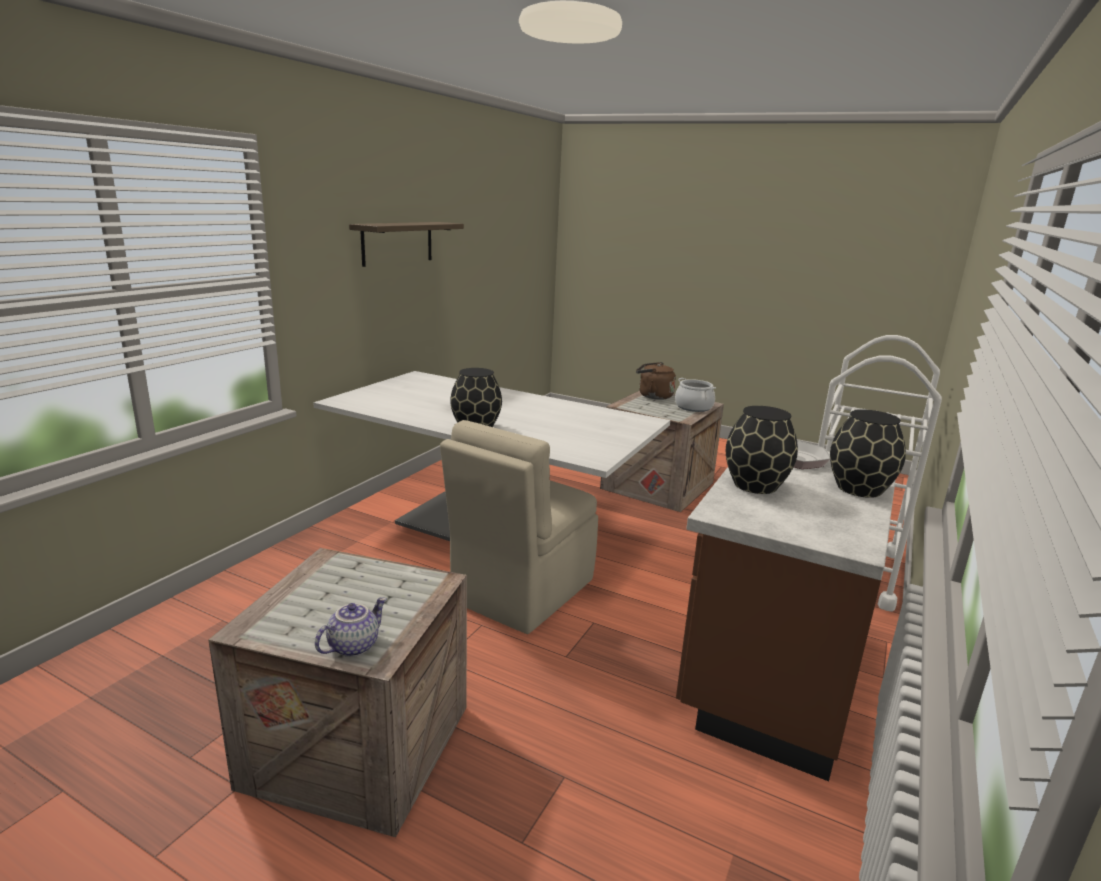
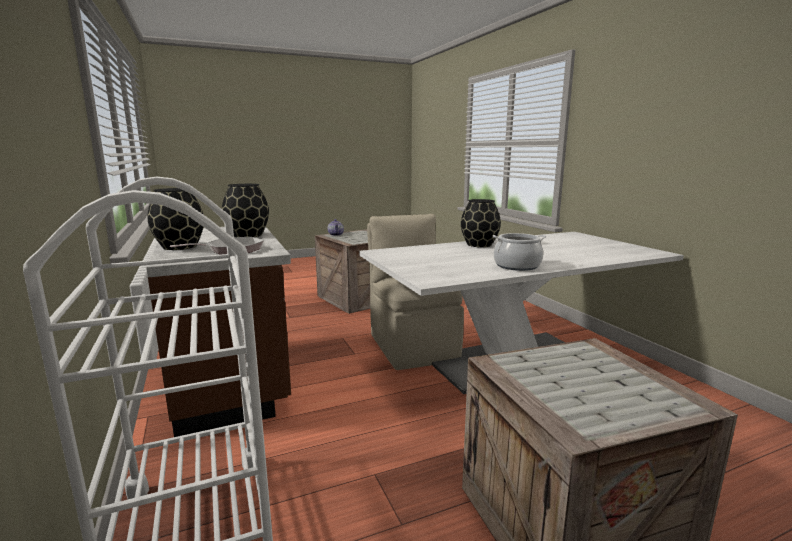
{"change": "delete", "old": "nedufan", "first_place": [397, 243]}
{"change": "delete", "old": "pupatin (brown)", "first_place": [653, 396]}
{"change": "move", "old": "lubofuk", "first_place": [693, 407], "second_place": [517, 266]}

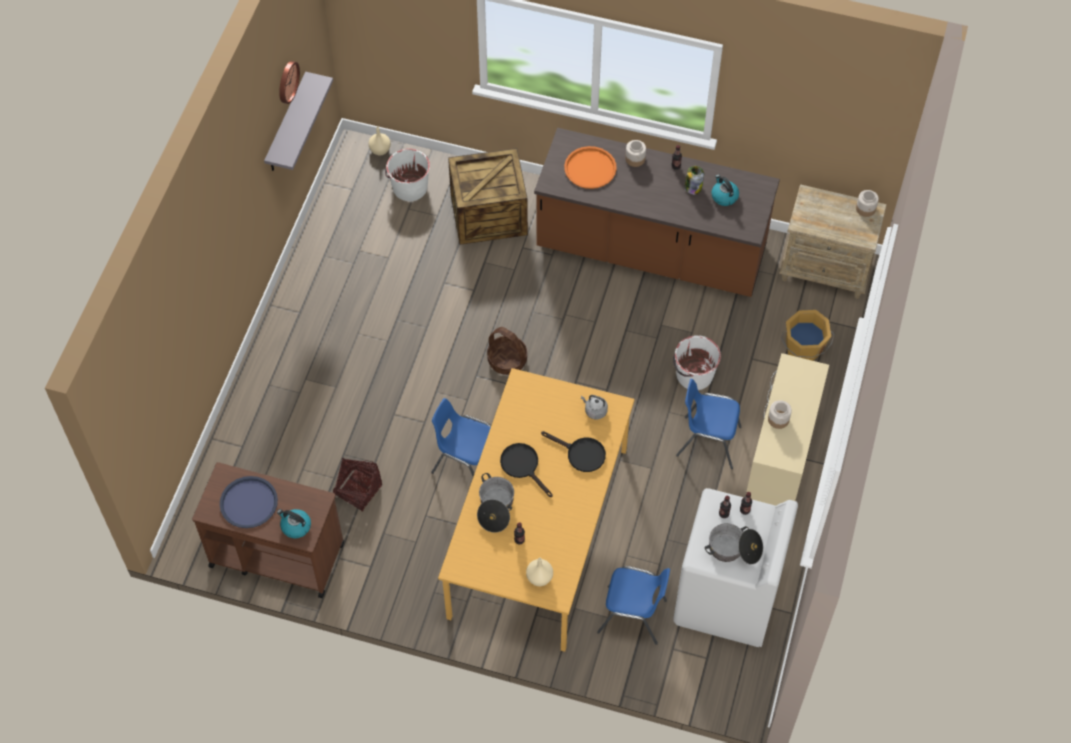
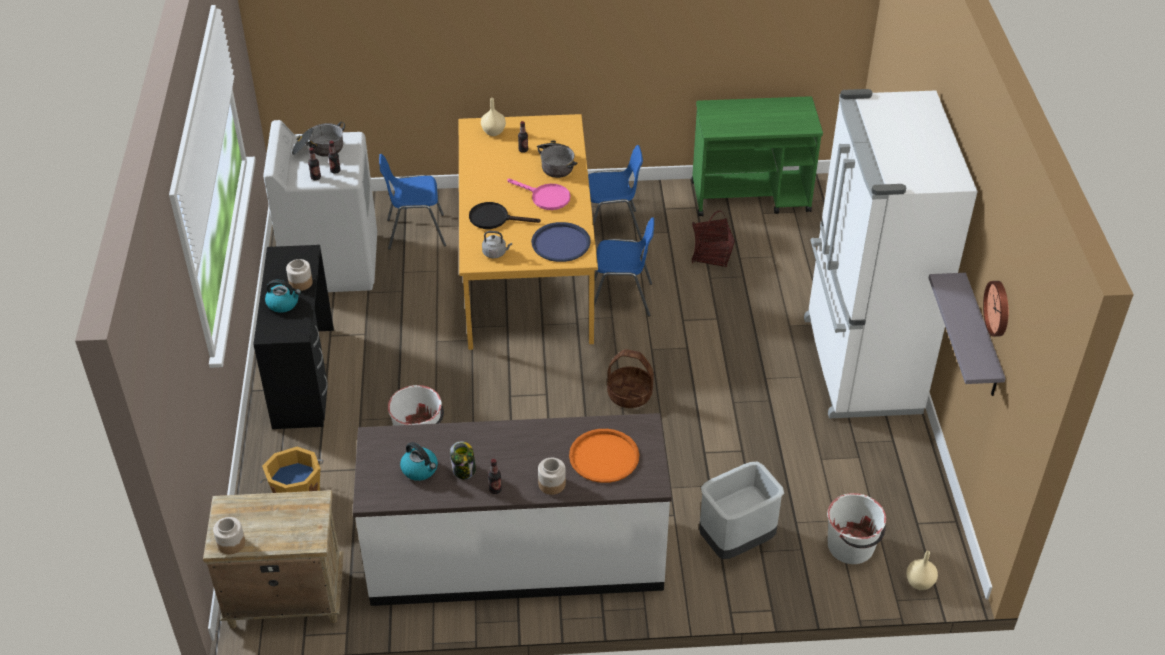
{"change": "recolor", "old": "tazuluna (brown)", "new": "tazuluna (green)", "first_place": [276, 554], "second_place": [751, 197]}
{"change": "move", "old": "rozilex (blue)", "first_place": [248, 502], "second_place": [561, 243]}
{"change": "move", "old": "pupatin", "first_place": [295, 526], "second_place": [283, 303]}
{"change": "replace", "old": "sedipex", "new": "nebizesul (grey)", "first_place": [489, 213], "second_place": [736, 543]}
{"change": "recolor", "old": "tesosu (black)", "new": "tesosu (pink)", "first_place": [523, 466], "second_place": [545, 197]}
{"change": "recolor", "old": "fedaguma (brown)", "new": "fedaguma (white)", "first_place": [650, 251], "second_place": [516, 556]}
{"change": "move", "old": "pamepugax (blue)", "first_place": [707, 441], "second_place": [612, 227]}
{"change": "recolor", "old": "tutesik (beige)", "new": "tutesik (black)", "first_place": [779, 465], "second_place": [303, 377]}
{"change": "insert", "new": "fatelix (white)", "second_place": [859, 365]}

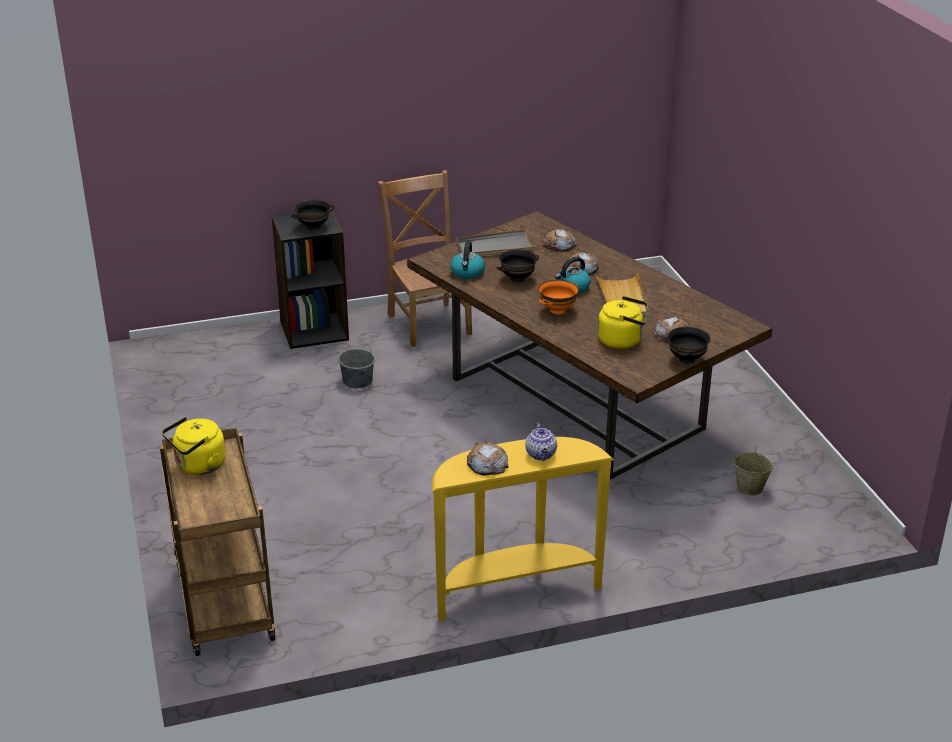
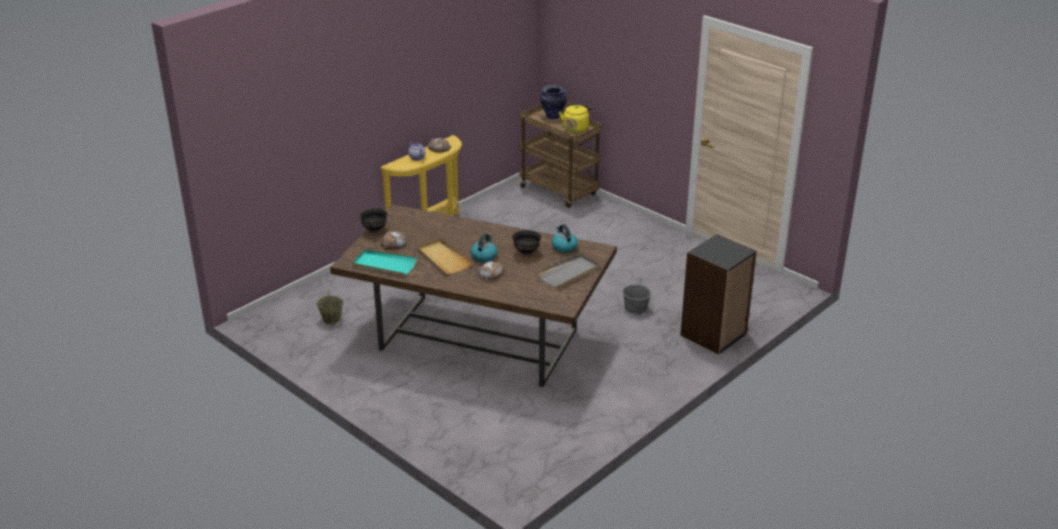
{"change": "delete", "old": "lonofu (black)", "first_place": [313, 227]}
{"change": "delete", "old": "pamepugax (brown)", "first_place": [428, 322]}
{"change": "delete", "old": "lonofu (orange)", "first_place": [558, 311]}
{"change": "delete", "old": "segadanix", "first_place": [559, 245]}
{"change": "delete", "old": "pupatin (yellow)", "first_place": [622, 340]}
{"change": "insert", "new": "rozilex (turquoise)", "second_place": [384, 264]}
{"change": "insert", "new": "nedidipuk", "second_place": [553, 117]}

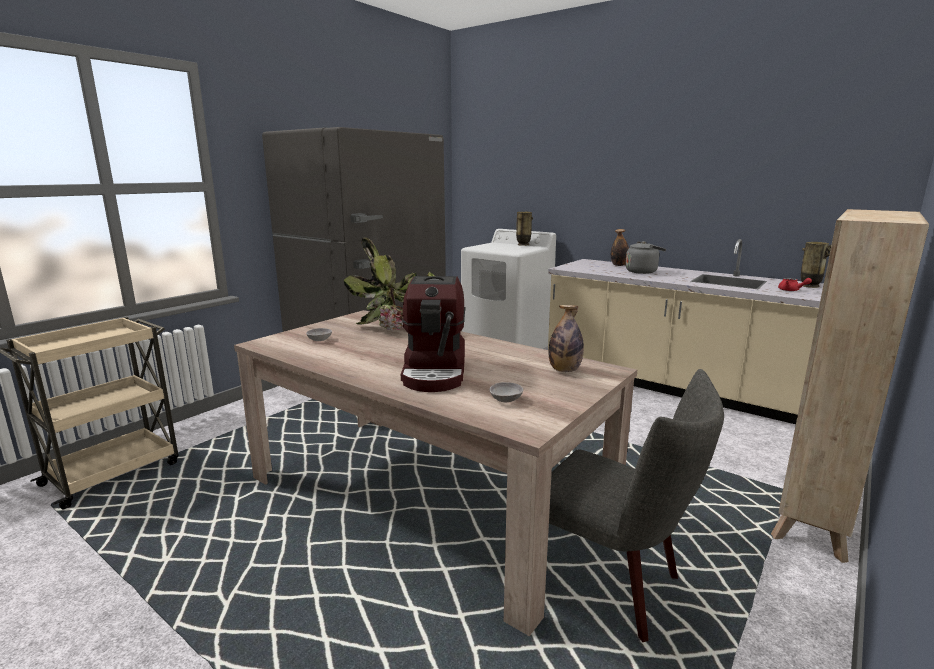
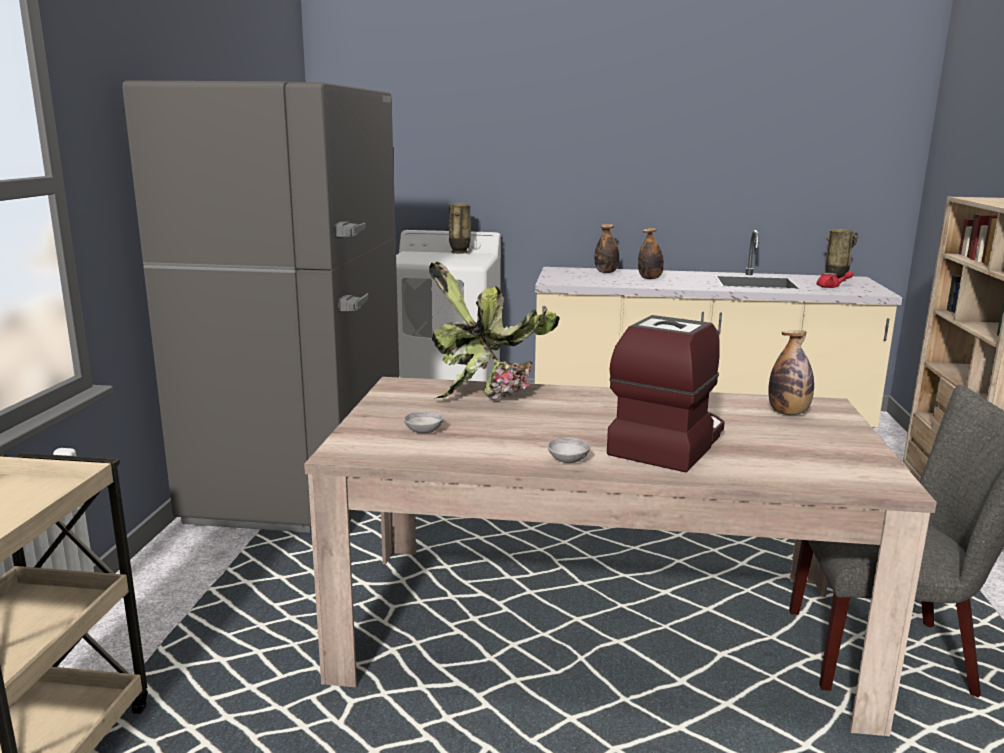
{"change": "rotate", "old": "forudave", "first_place": [436, 371], "second_place": [666, 443], "degrees": -120}
{"change": "move", "old": "lonofu (grey)", "first_place": [506, 400], "second_place": [568, 460]}
{"change": "replace", "old": "pupatin (grey)", "new": "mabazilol", "first_place": [643, 271], "second_place": [650, 278]}

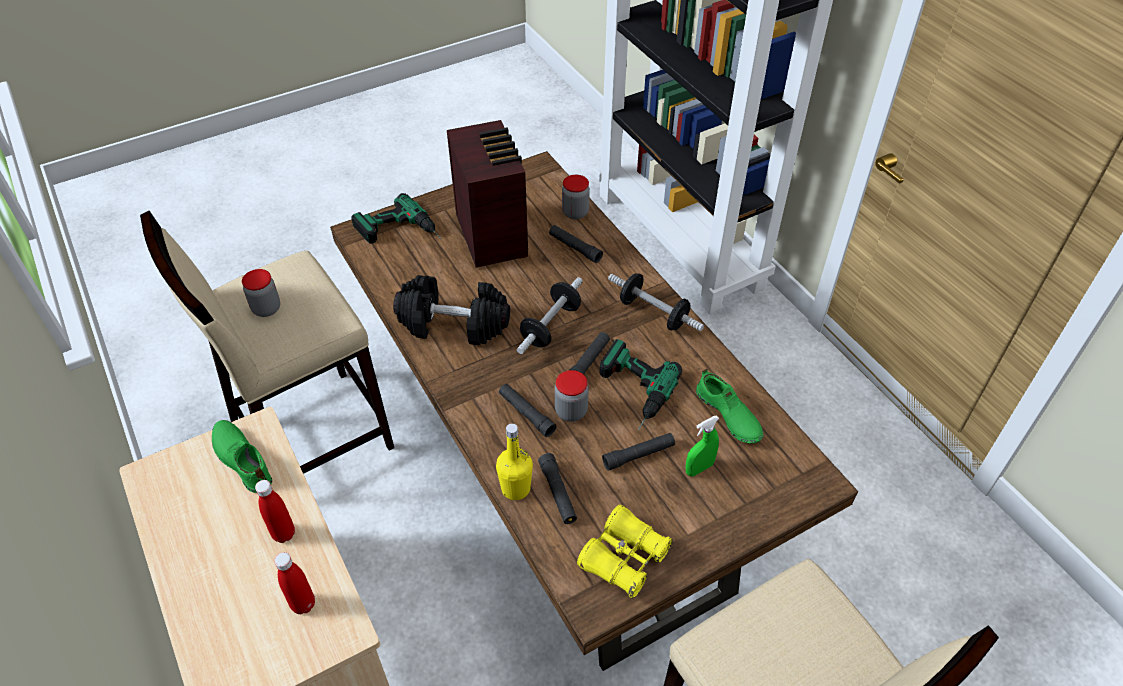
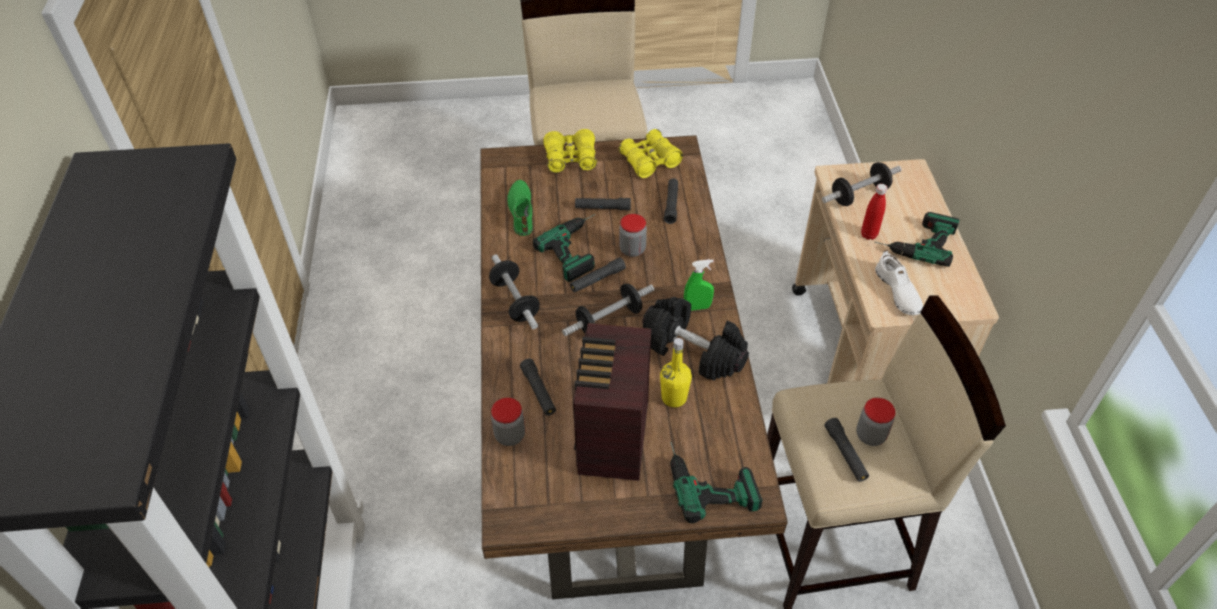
{"change": "recolor", "old": "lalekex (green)", "new": "lalekex (white)", "first_place": [243, 459], "second_place": [897, 292]}
{"change": "replace", "old": "mabazilol (red)", "new": "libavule", "first_place": [303, 604], "second_place": [859, 195]}
{"change": "move", "old": "mabazilol (yellow)", "first_place": [515, 488], "second_place": [674, 397]}
{"change": "move", "old": "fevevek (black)", "first_place": [526, 414], "second_place": [845, 454]}
{"change": "move", "old": "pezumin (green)", "first_place": [699, 468], "second_place": [697, 307]}
{"change": "insert", "new": "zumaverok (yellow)", "second_place": [570, 159]}
{"change": "insert", "new": "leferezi", "second_place": [915, 241]}

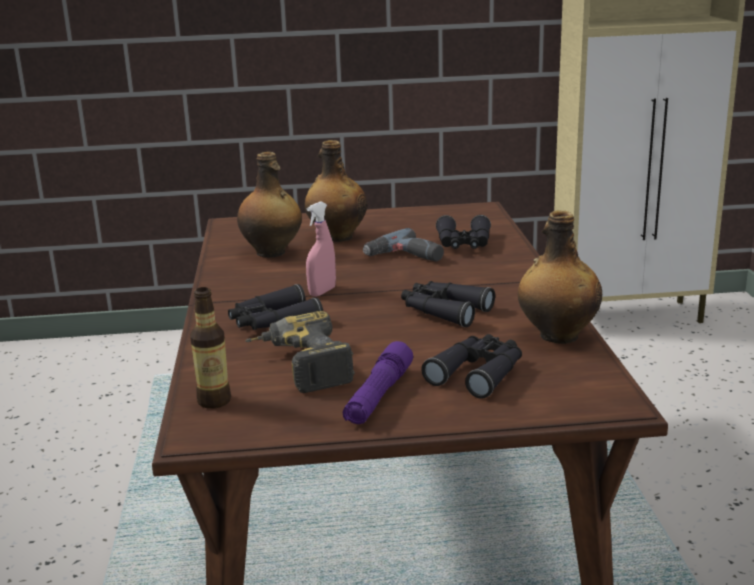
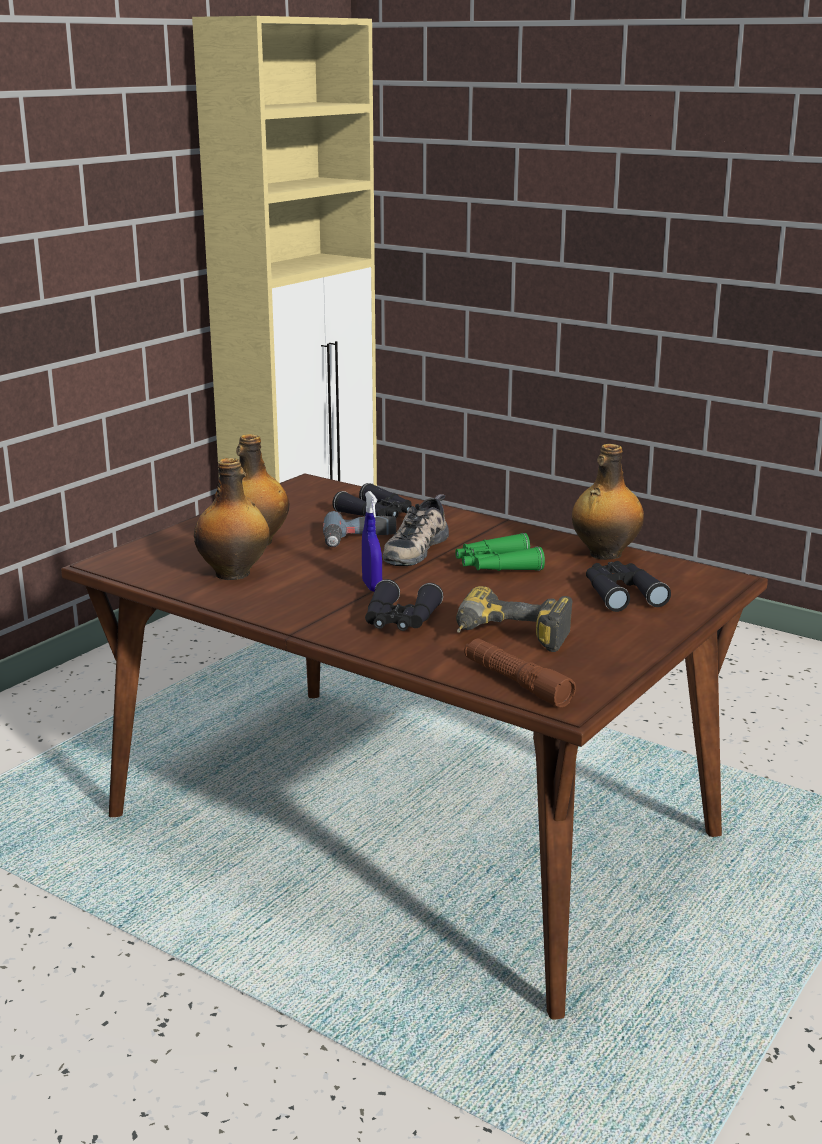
{"change": "replace", "old": "mabazilol", "new": "fevevek (brown)", "first_place": [214, 401], "second_place": [516, 683]}
{"change": "recolor", "old": "pezumin (pink)", "new": "pezumin (blue)", "first_place": [322, 292], "second_place": [372, 586]}
{"change": "delete", "old": "fevevek (purple)", "first_place": [378, 396]}
{"change": "recolor", "old": "zumaverok (black)", "new": "zumaverok (green)", "first_place": [444, 311], "second_place": [496, 566]}
{"change": "insert", "new": "lalekex", "second_place": [414, 548]}

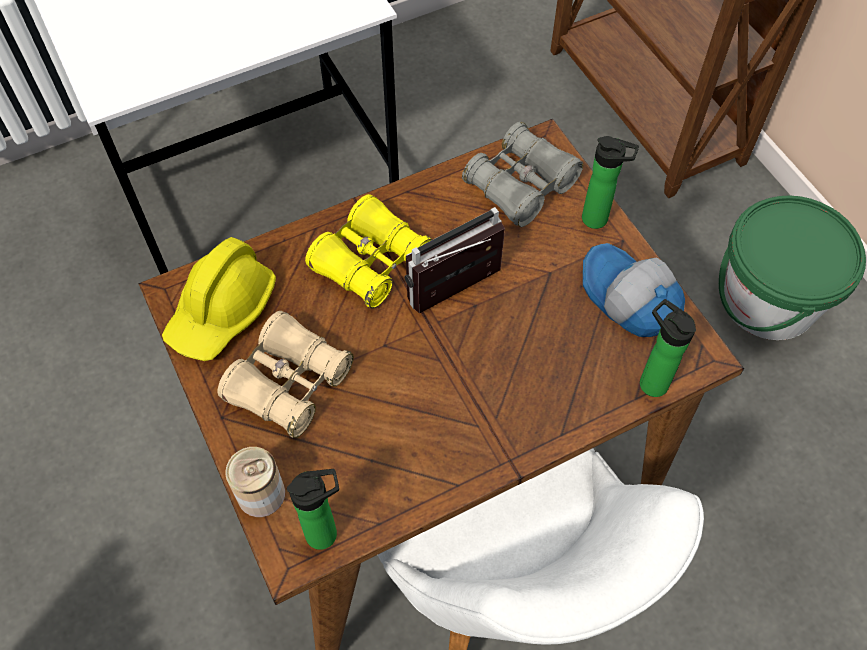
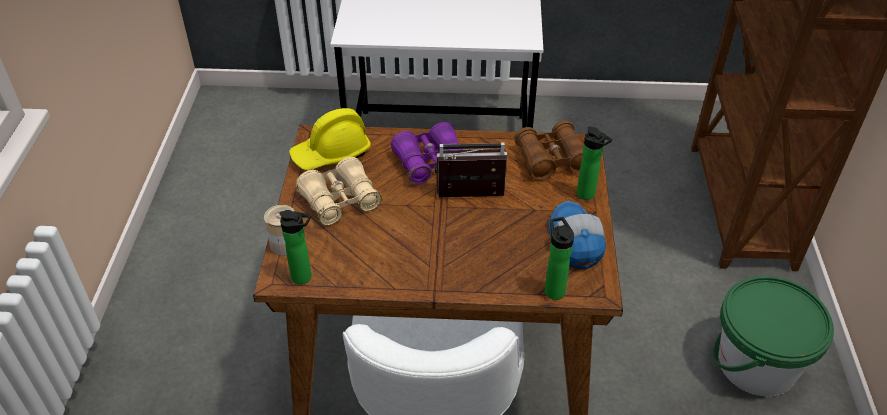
{"change": "recolor", "old": "zumaverok (yellow)", "new": "zumaverok (purple)", "first_place": [370, 262], "second_place": [431, 163]}
{"change": "recolor", "old": "zumaverok (grey)", "new": "zumaverok (brown)", "first_place": [521, 185], "second_place": [552, 160]}

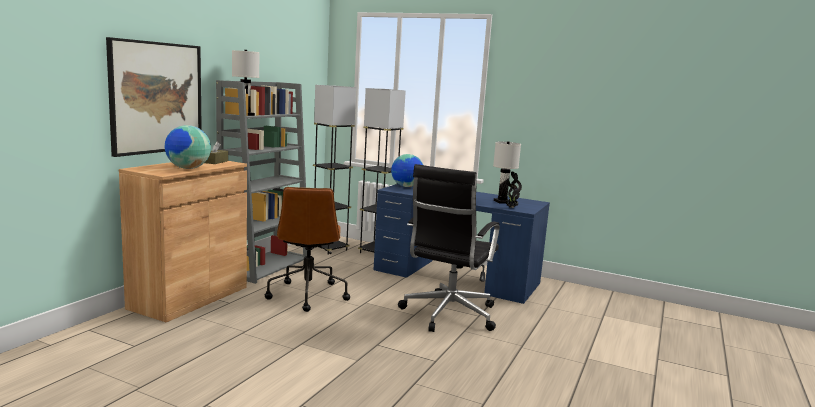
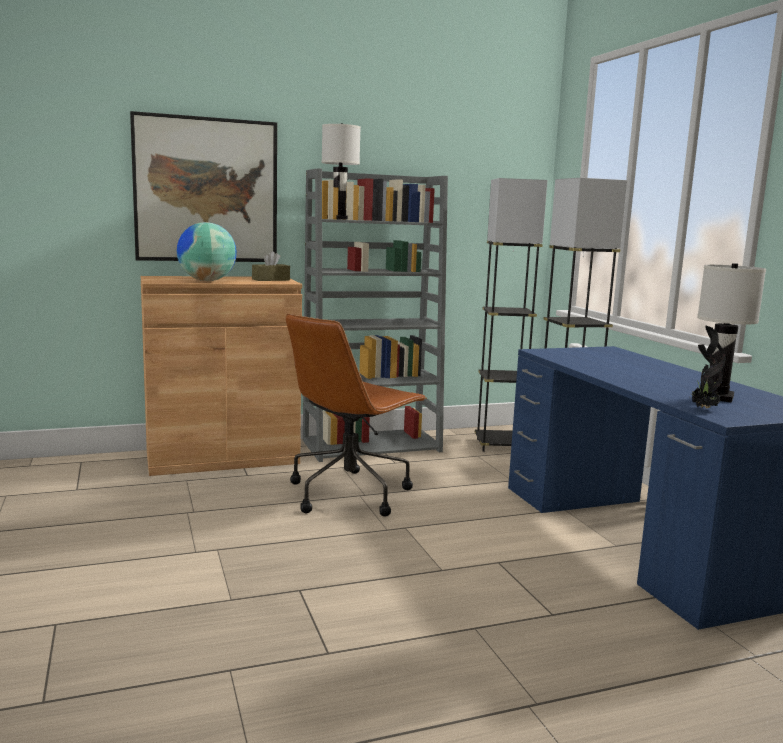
{"change": "delete", "old": "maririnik", "first_place": [406, 186]}
{"change": "delete", "old": "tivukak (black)", "first_place": [448, 315]}

